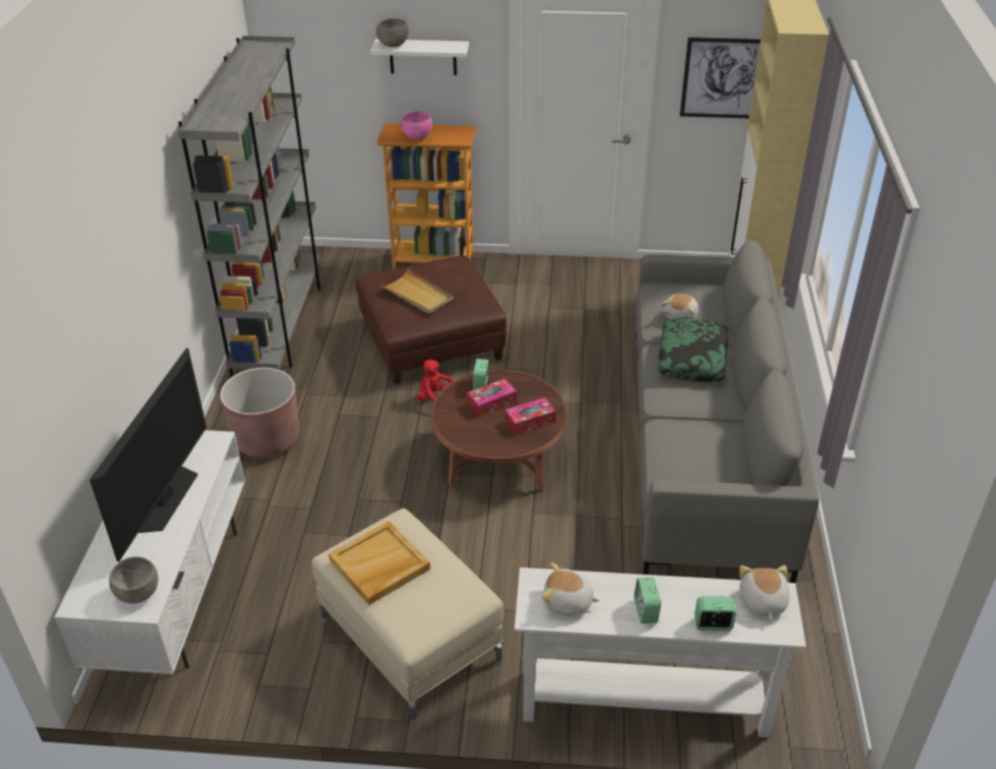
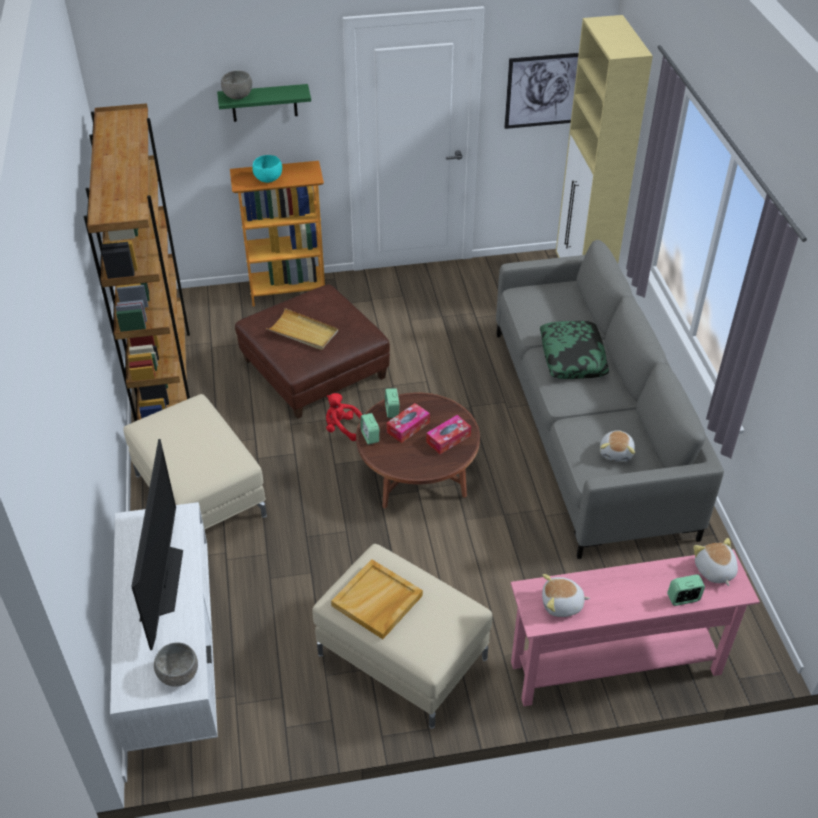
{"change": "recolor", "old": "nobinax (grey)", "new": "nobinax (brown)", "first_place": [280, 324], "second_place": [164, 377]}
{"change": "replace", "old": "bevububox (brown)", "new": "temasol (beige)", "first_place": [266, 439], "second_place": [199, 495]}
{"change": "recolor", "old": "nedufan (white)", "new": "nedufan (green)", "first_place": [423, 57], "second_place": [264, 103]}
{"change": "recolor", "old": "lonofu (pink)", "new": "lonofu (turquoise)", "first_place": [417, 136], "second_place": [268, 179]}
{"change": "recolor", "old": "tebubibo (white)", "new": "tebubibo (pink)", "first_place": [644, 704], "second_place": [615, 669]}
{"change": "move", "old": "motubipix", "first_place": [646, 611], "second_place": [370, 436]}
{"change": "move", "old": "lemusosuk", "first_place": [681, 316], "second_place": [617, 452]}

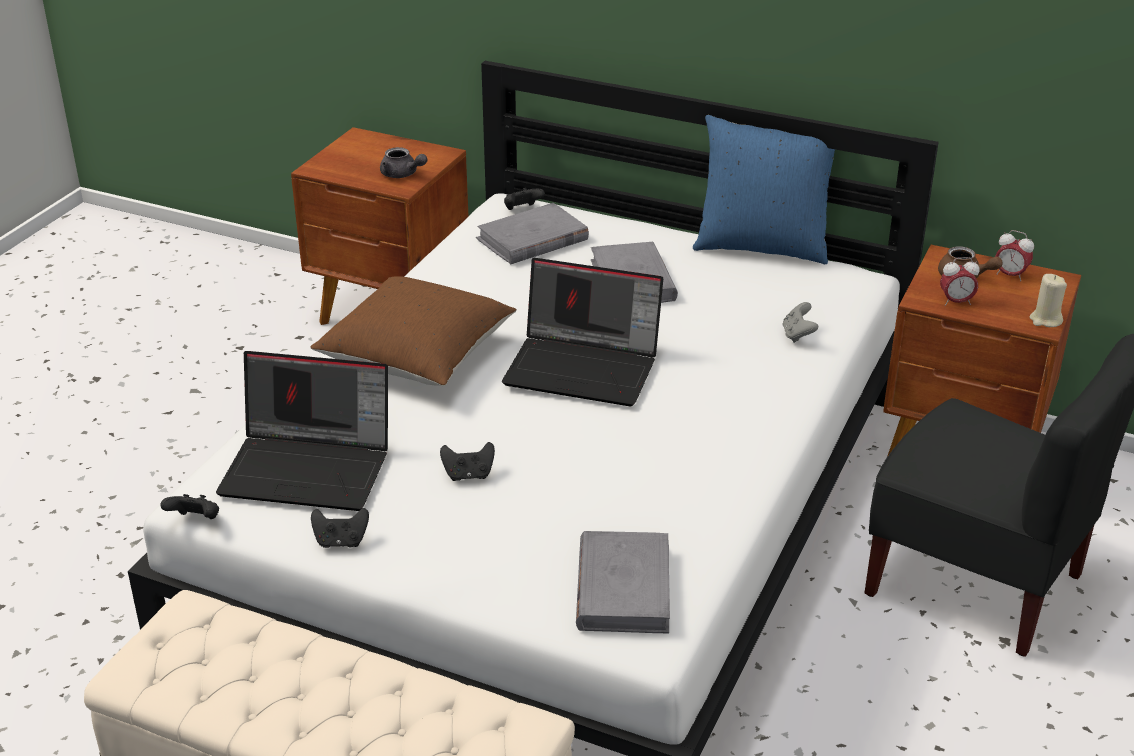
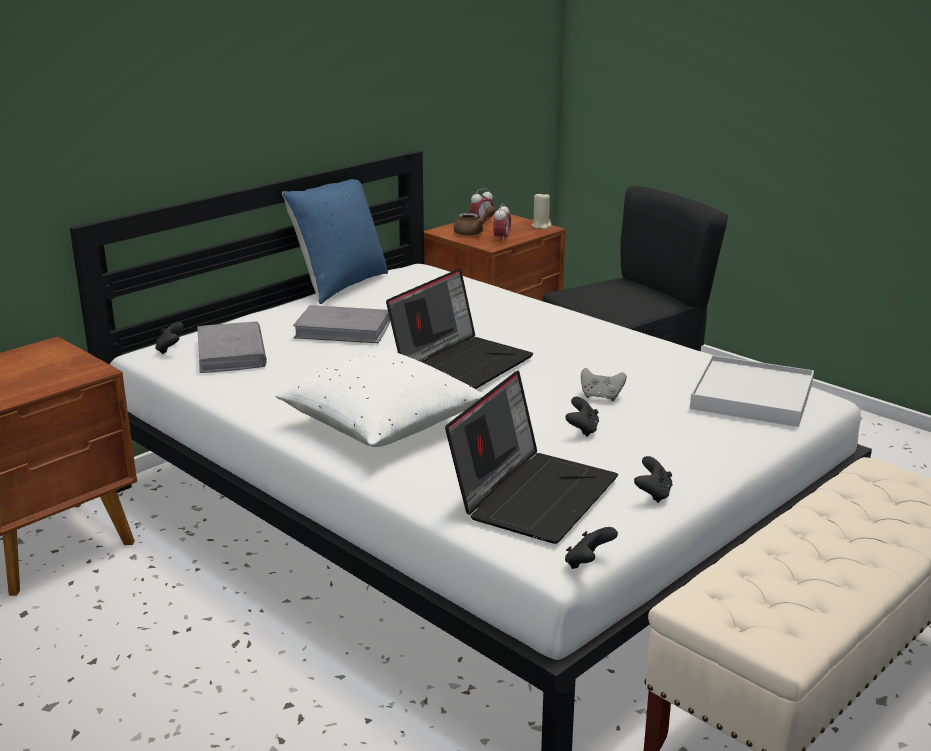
{"change": "recolor", "old": "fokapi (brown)", "new": "fokapi (white)", "first_place": [417, 357], "second_place": [381, 426]}
{"change": "delete", "old": "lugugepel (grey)", "first_place": [402, 174]}
{"change": "replace", "old": "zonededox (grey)", "new": "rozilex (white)", "first_place": [623, 587], "second_place": [752, 397]}
{"change": "move", "old": "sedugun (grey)", "first_place": [798, 335], "second_place": [601, 397]}

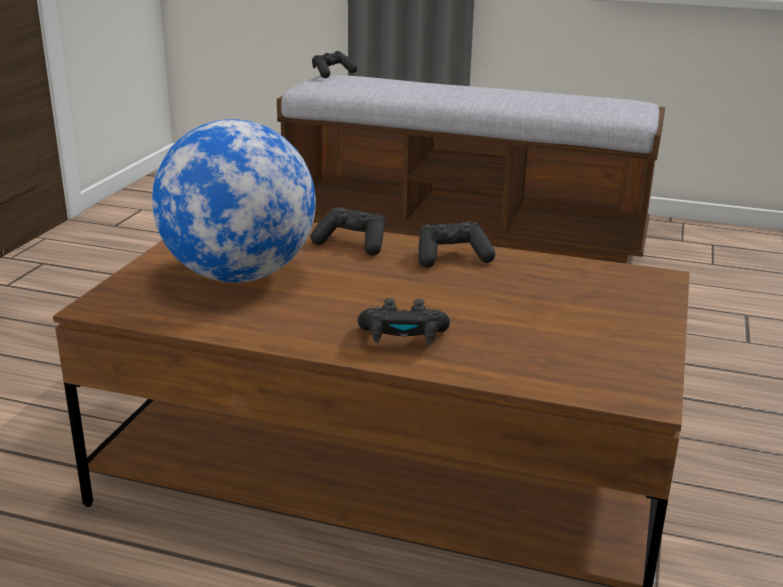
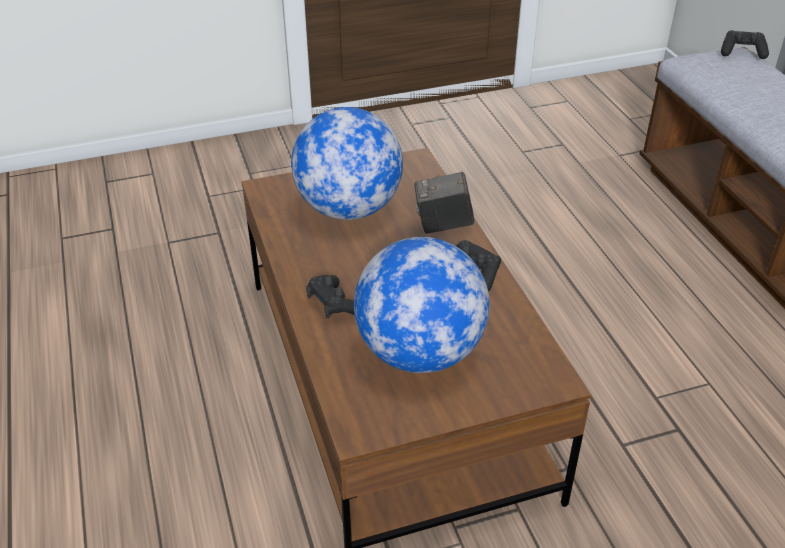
{"change": "replace", "old": "sedugun (black)", "new": "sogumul", "first_place": [352, 244], "second_place": [443, 225]}
{"change": "insert", "new": "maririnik", "second_place": [420, 353]}

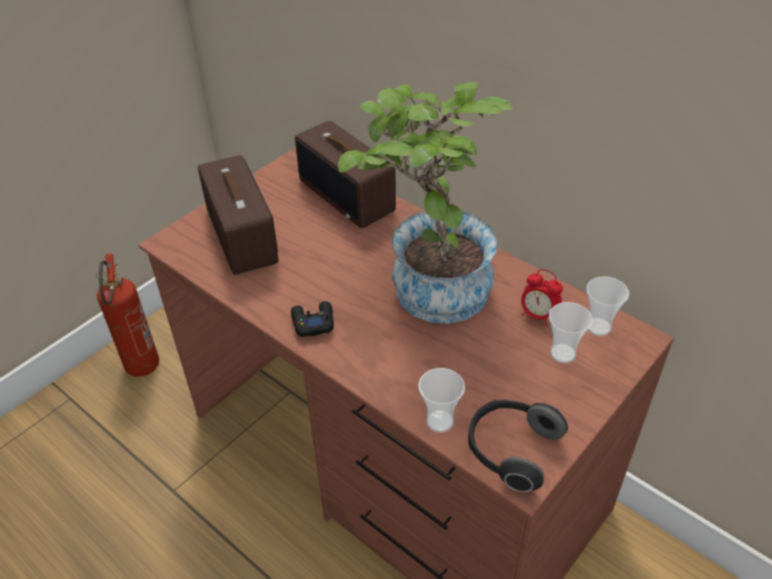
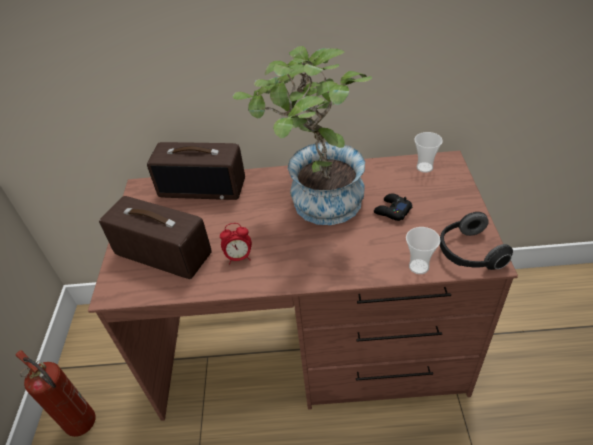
{"change": "move", "old": "sedugun (black)", "first_place": [312, 322], "second_place": [392, 211]}
{"change": "move", "old": "motubipix", "first_place": [537, 315], "second_place": [239, 257]}
{"change": "delete", "old": "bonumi", "first_place": [563, 353]}

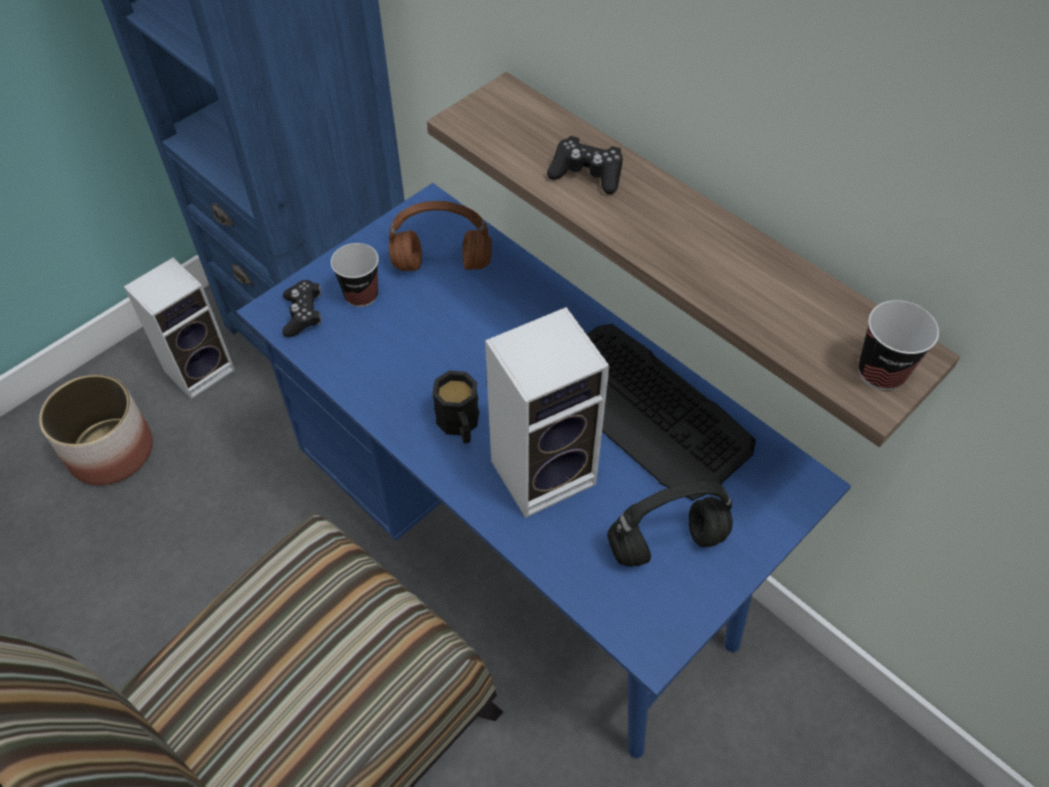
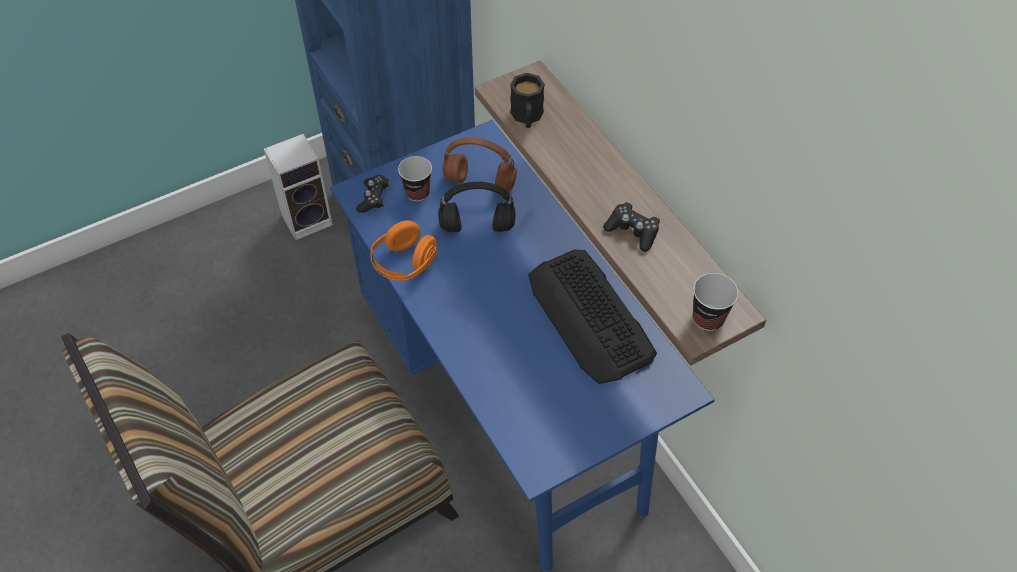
{"change": "delete", "old": "bevububox", "first_place": [111, 450]}
{"change": "move", "old": "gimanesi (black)", "first_place": [460, 425], "second_place": [527, 117]}
{"change": "delete", "old": "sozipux", "first_place": [545, 469]}
{"change": "move", "old": "sedugun (black)", "first_place": [586, 174], "second_place": [632, 231]}
{"change": "move", "old": "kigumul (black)", "first_place": [665, 544], "second_place": [476, 227]}
{"change": "insert", "new": "kigumul (orange)", "second_place": [404, 264]}

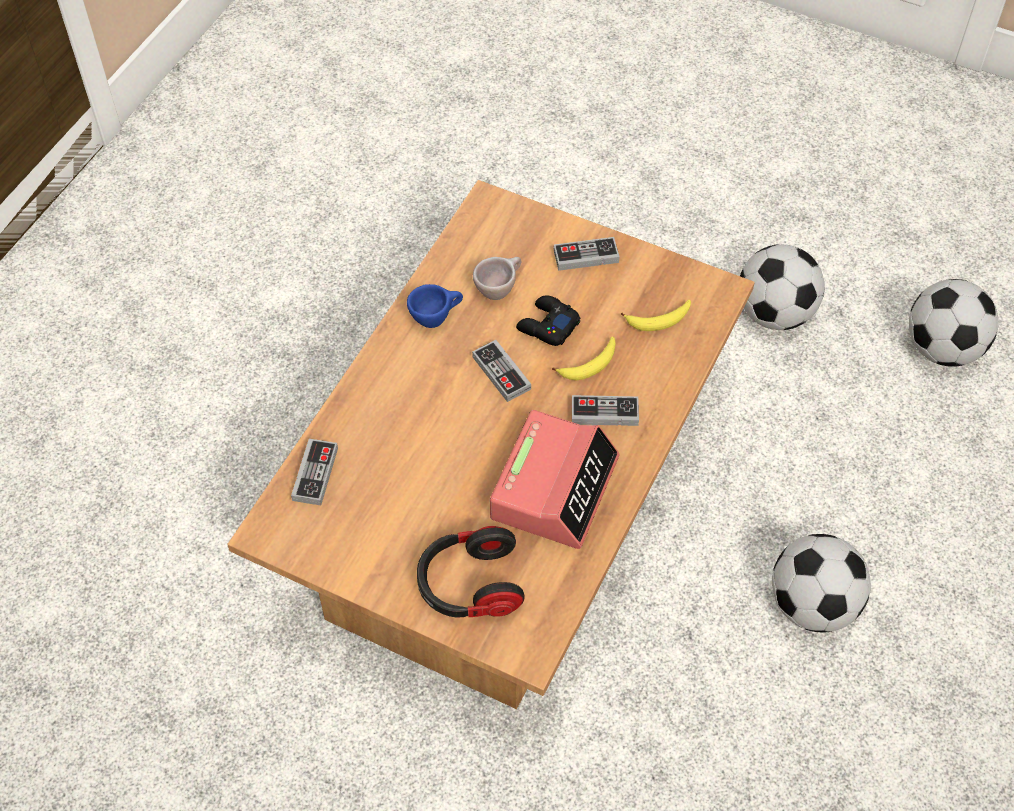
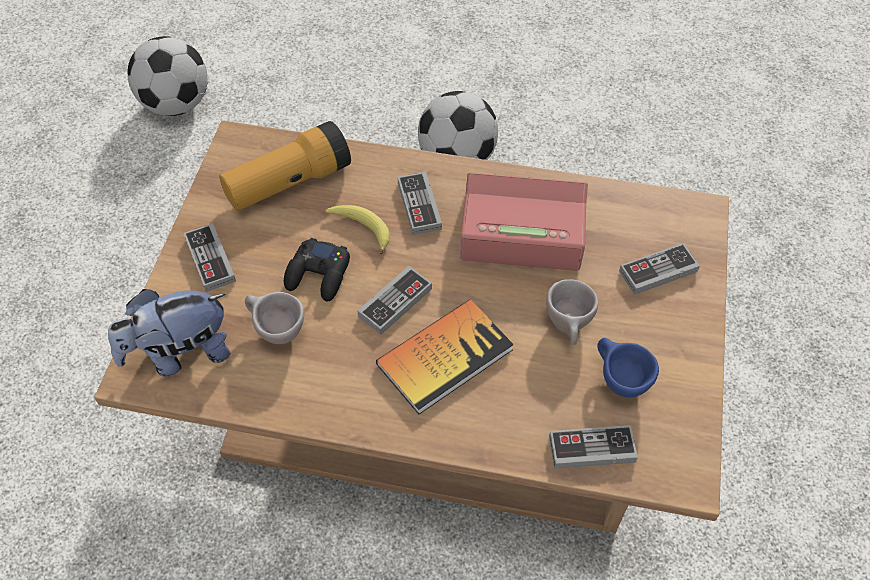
{"change": "move", "old": "bonumi (blue)", "first_place": [436, 318], "second_place": [617, 380]}
{"change": "replace", "old": "kigumul", "new": "sedugun", "first_place": [469, 585], "second_place": [658, 271]}
{"change": "replace", "old": "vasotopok", "new": "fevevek", "first_place": [659, 320], "second_place": [288, 183]}
{"change": "delete", "old": "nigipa", "first_place": [775, 314]}
{"change": "insert", "new": "lemusosuk", "second_place": [180, 354]}
{"change": "insert", "new": "zonededox", "second_place": [444, 357]}
{"change": "insert", "new": "bonumi (beige)", "second_place": [569, 328]}

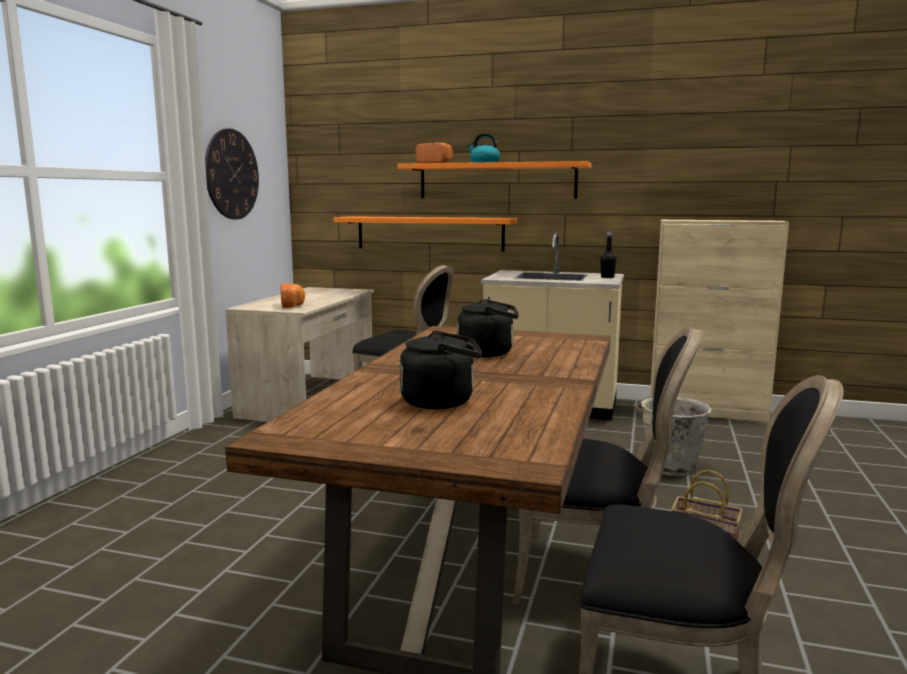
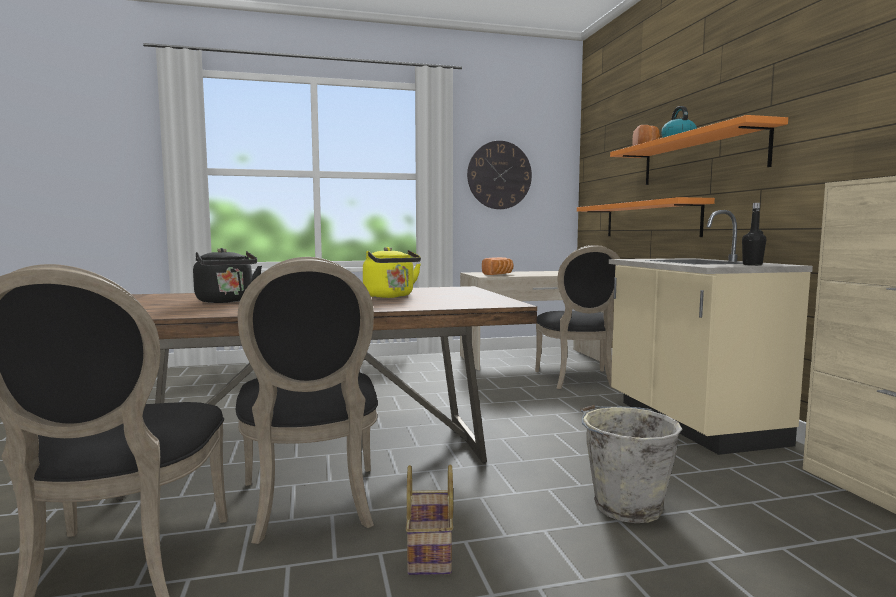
{"change": "recolor", "old": "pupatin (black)", "new": "pupatin (yellow)", "first_place": [488, 353], "second_place": [390, 296]}

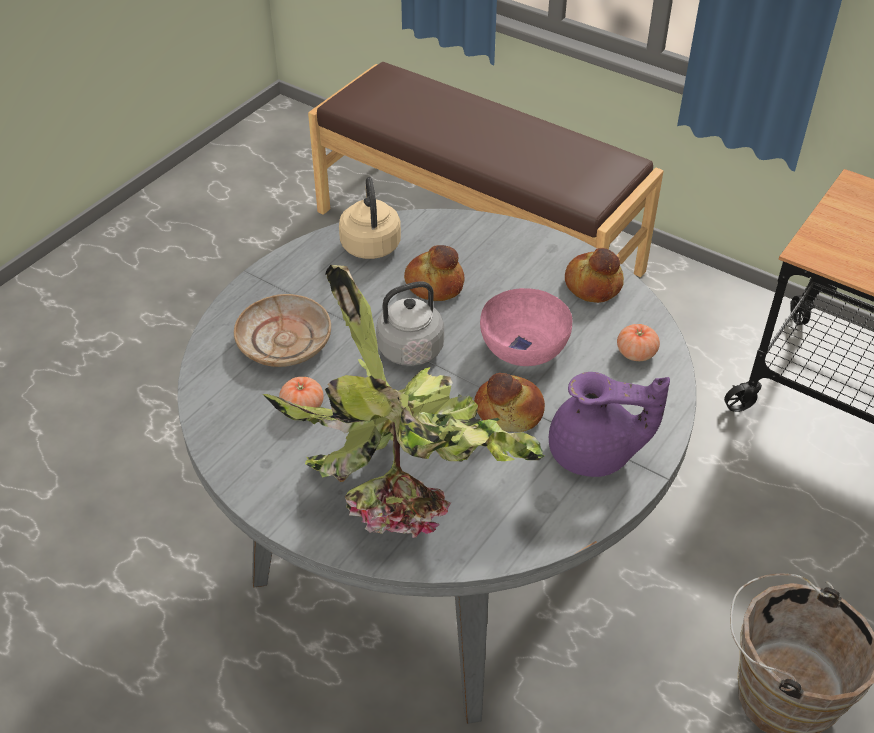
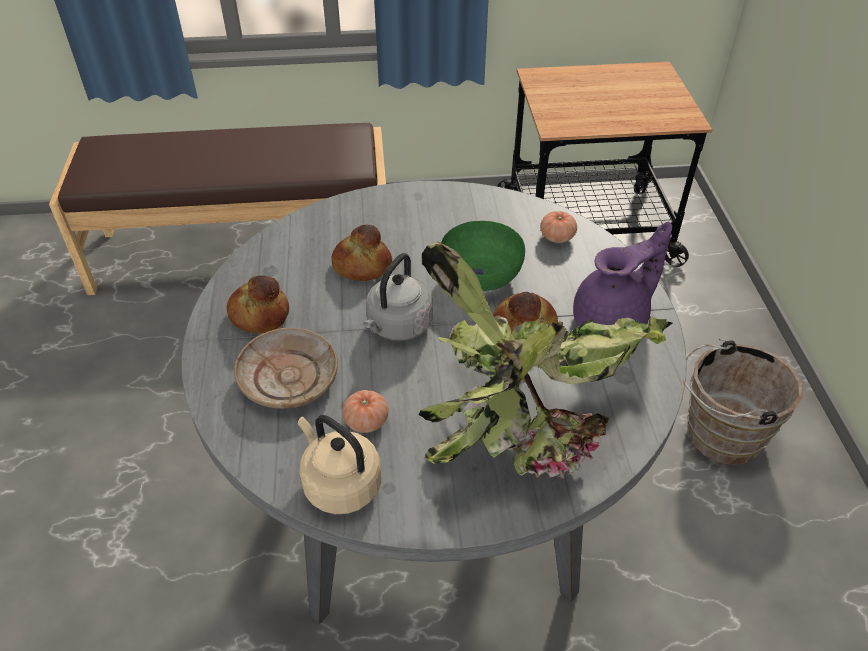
{"change": "move", "old": "pupatin (beige)", "first_place": [370, 243], "second_place": [339, 484]}
{"change": "recolor", "old": "lonofu (pink)", "new": "lonofu (green)", "first_place": [523, 349], "second_place": [481, 276]}
{"change": "move", "old": "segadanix", "first_place": [592, 284], "second_place": [259, 315]}

